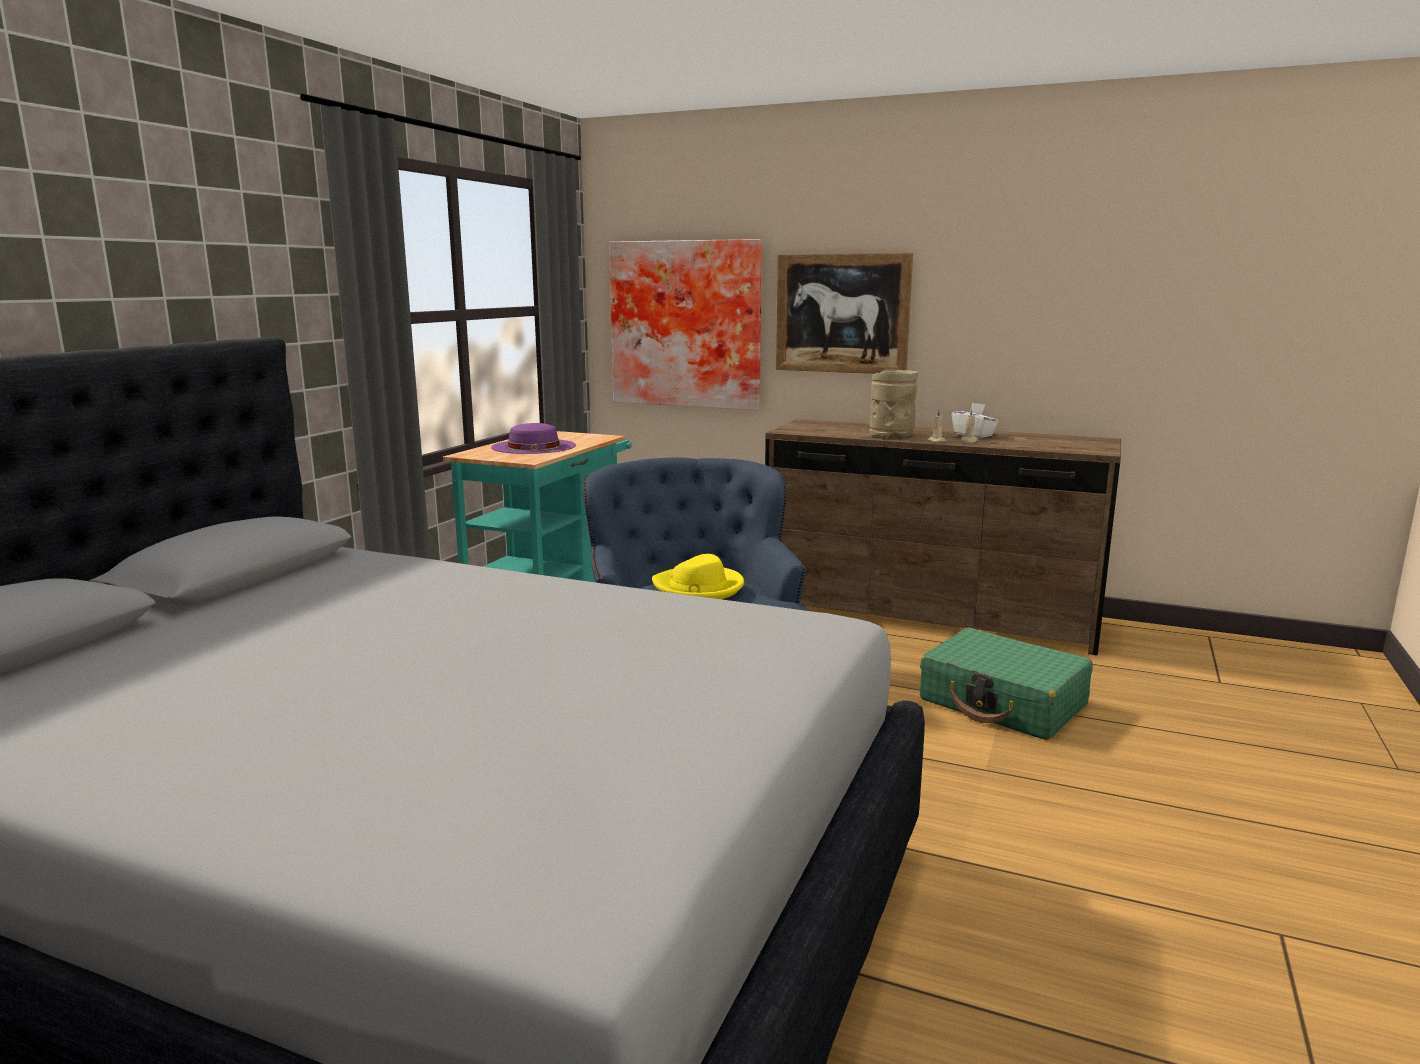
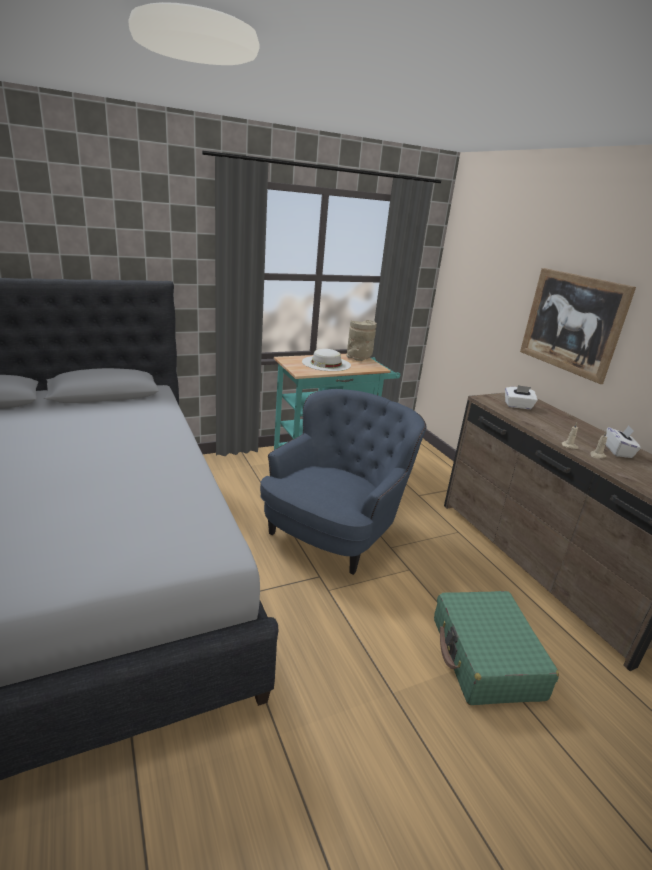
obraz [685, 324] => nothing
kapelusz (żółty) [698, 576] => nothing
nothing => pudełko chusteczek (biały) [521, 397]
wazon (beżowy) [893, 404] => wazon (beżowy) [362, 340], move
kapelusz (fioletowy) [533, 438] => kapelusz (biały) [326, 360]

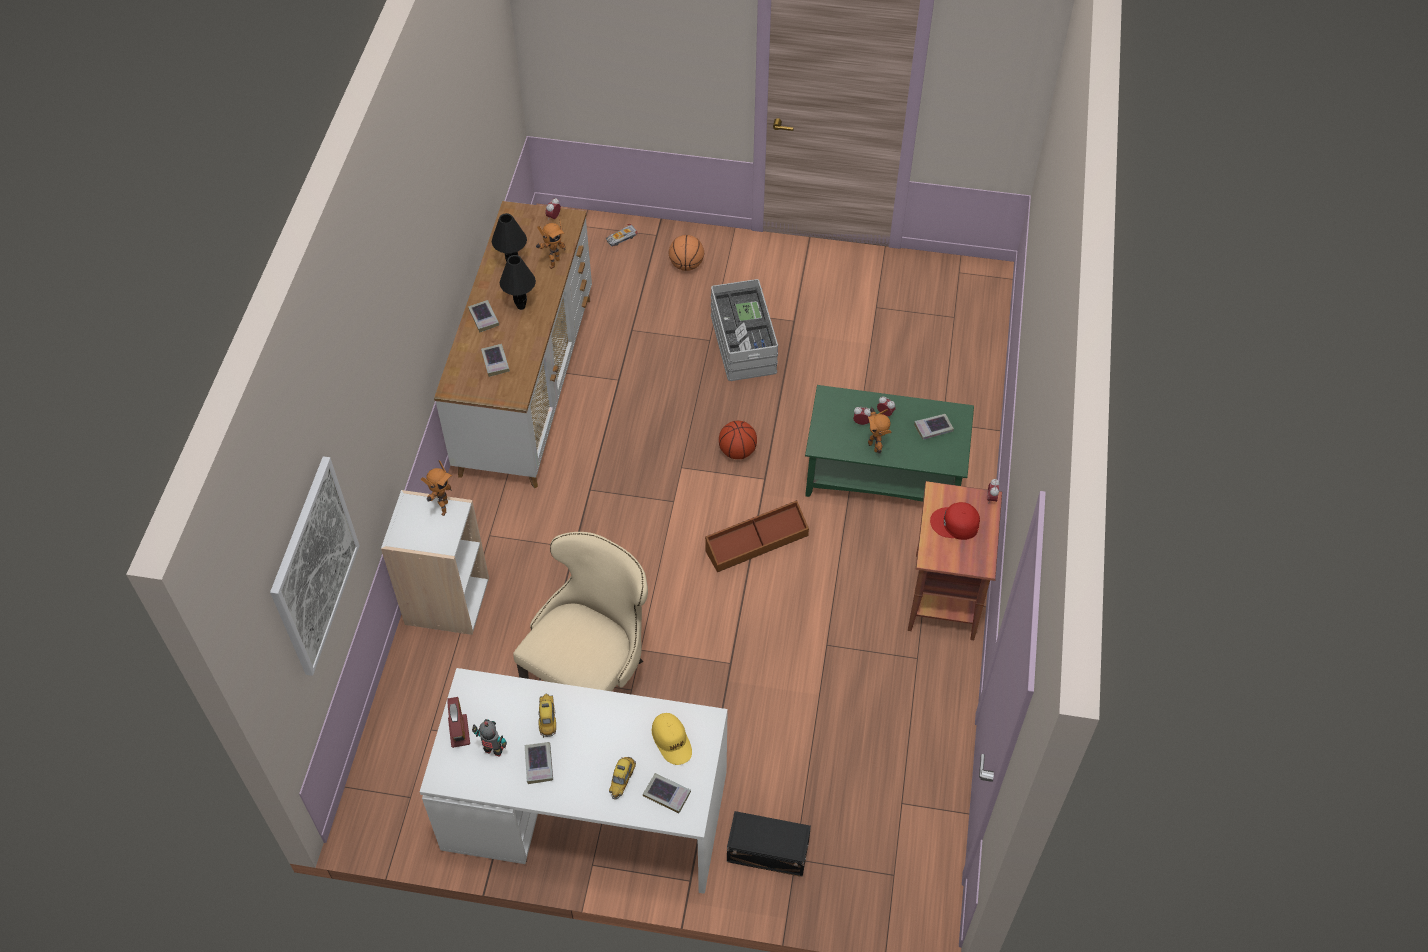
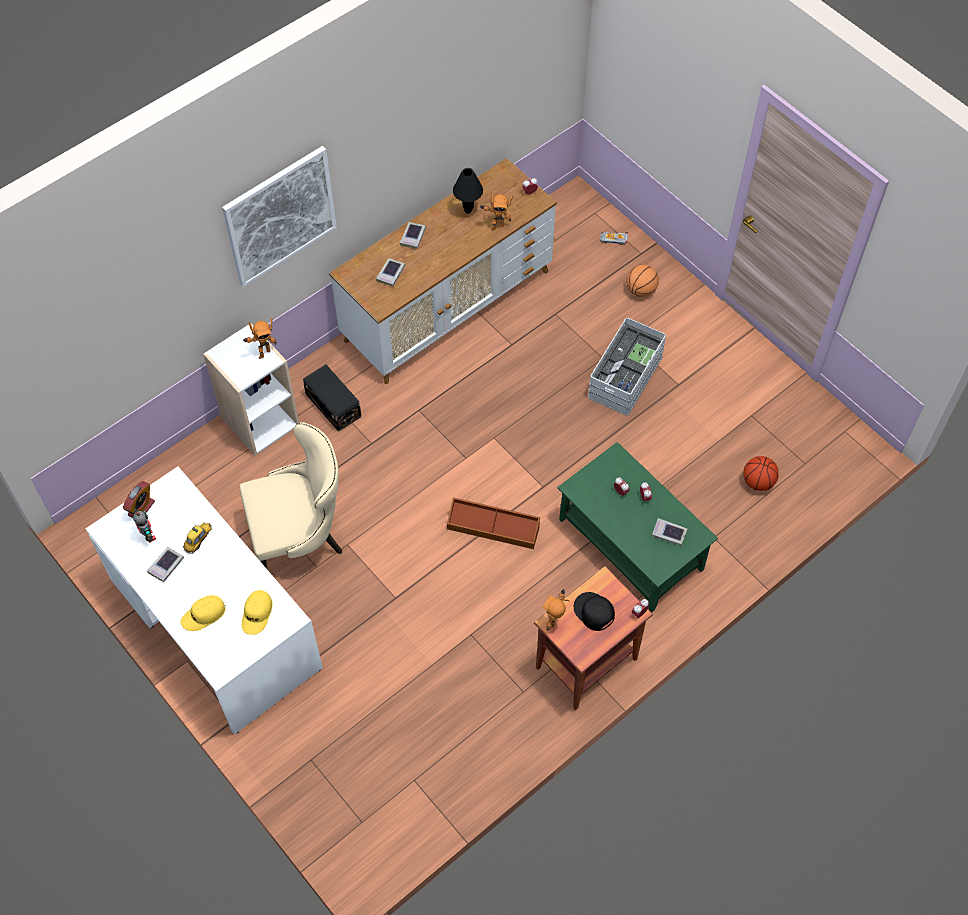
lampa stołowa (czarny) [518, 282] => nothing
książka [667, 793] => nothing
obraz [314, 566] => obraz [279, 216], move
piłka do koszykówki [738, 440] => piłka do koszykówki [761, 473], move
pojemnik do przechowywania (czarny) [769, 844] => pojemnik do przechowywania (czarny) [332, 398], move
robot zabawkowy [879, 430] => robot zabawkowy [556, 609], move
samochodzik [622, 778] => czapka z daszkiem (żółty) [203, 613]
czapka z daszkiem (czerwony) [955, 521] => czapka z daszkiem (czarny) [594, 611]

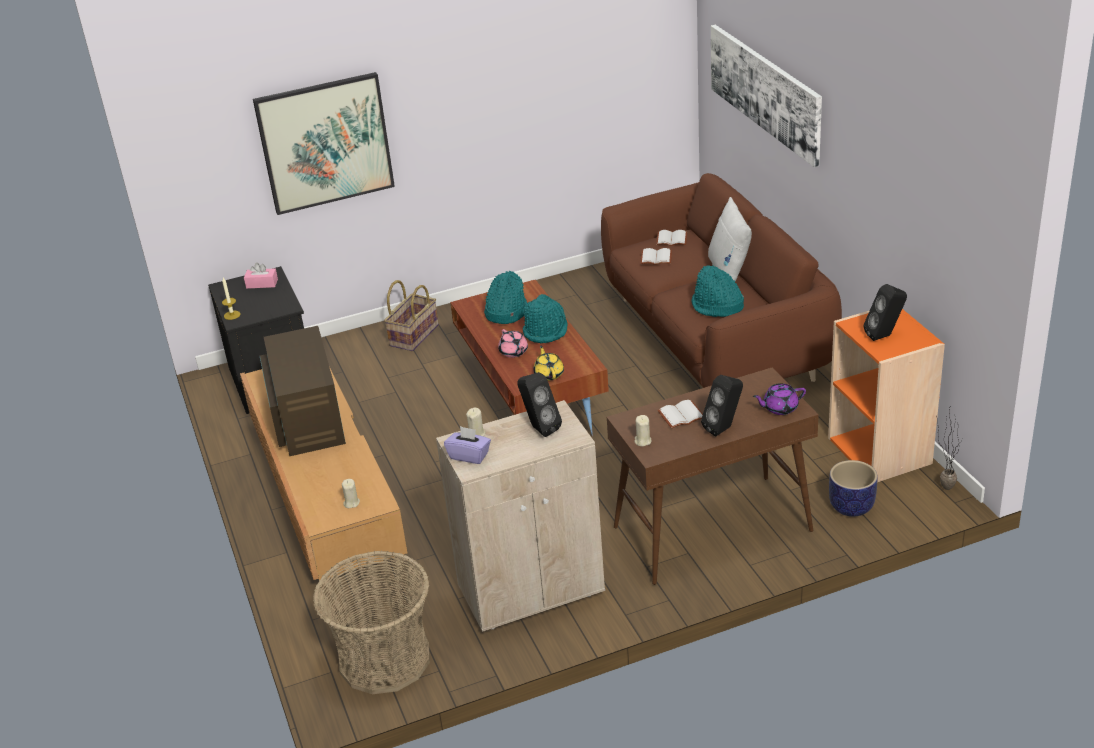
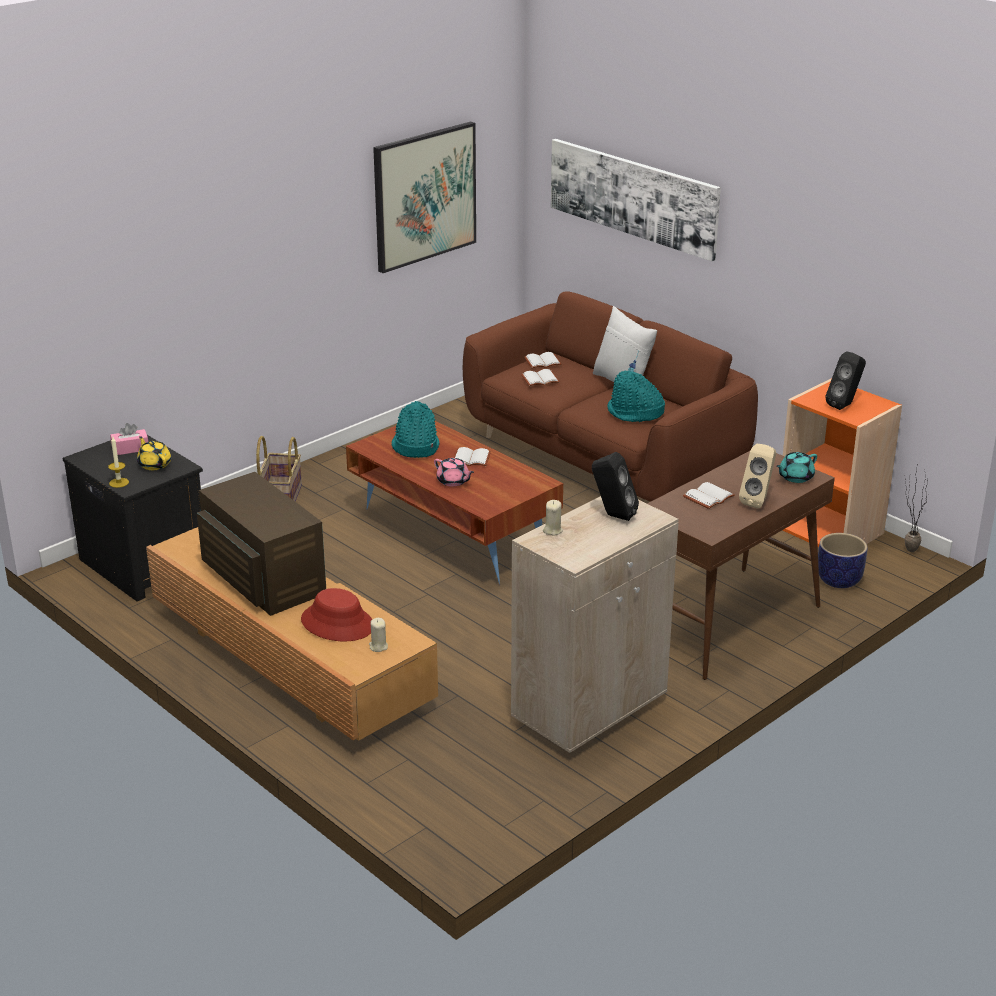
koszyk [371, 622] => nothing
pudełko chusteczek (fioletowy) [467, 445] => nothing
świeca (beżowy) [643, 430] => nothing
nothing => kapelusz (czerwony) [336, 614]
obraz [324, 143] => obraz [424, 197], move
imbryk (żółty) [548, 363] => imbryk (żółty) [154, 453], move
kapelusz (turkusowy) [545, 318] => książka (biały) [472, 456]
głośnik (czarny) [722, 406] => głośnik (beżowy) [757, 476]
imbryk (fioletowy) [779, 399] => imbryk (turkusowy) [796, 467]

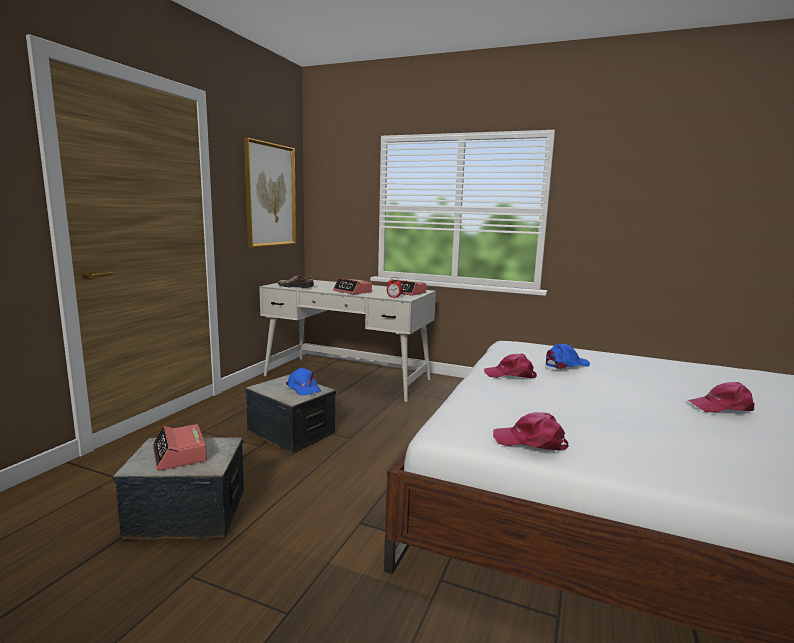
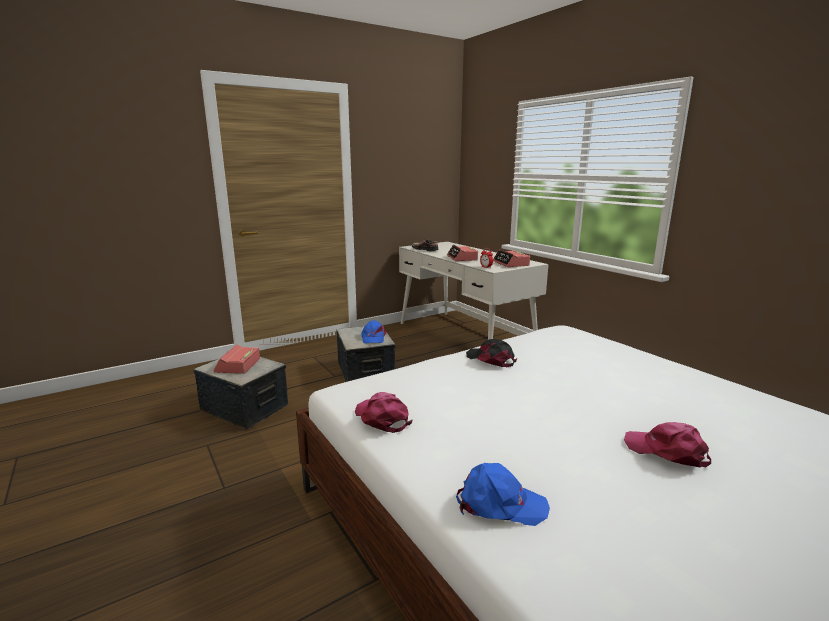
obraz [270, 192] => nothing
czapka z daszkiem (niebieski) [568, 356] => czapka z daszkiem (niebieski) [503, 494], move
czapka z daszkiem (różowy) [510, 365] => czapka z daszkiem (czarny) [491, 353]

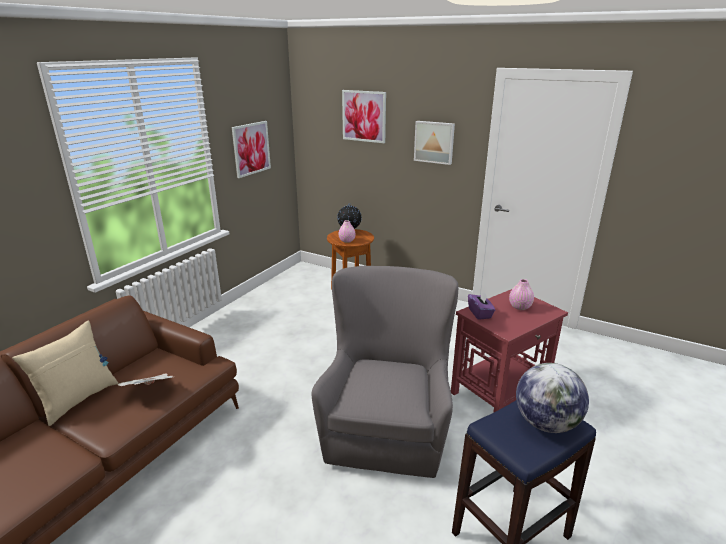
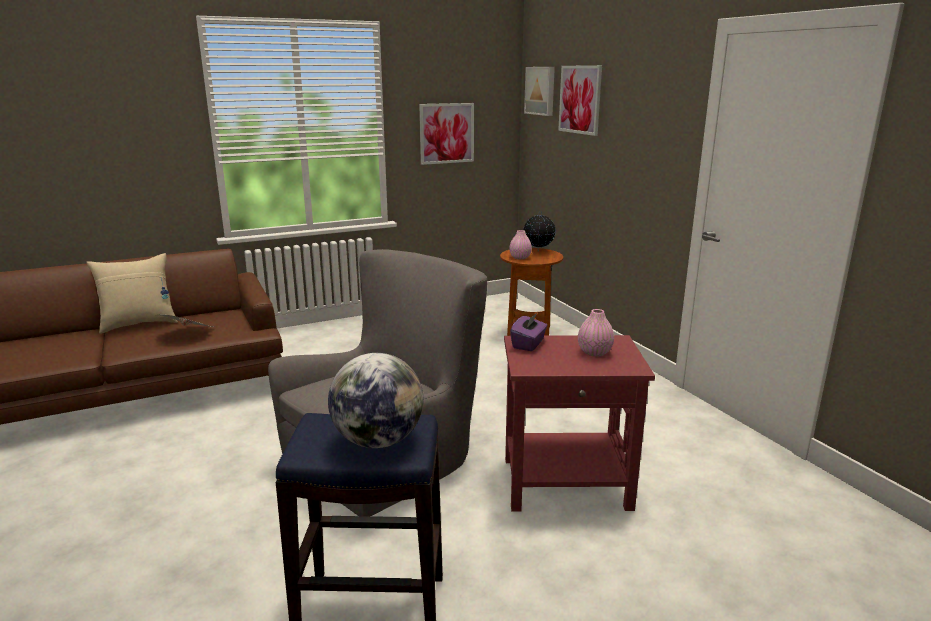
obraz [434, 143] => obraz [539, 91], move

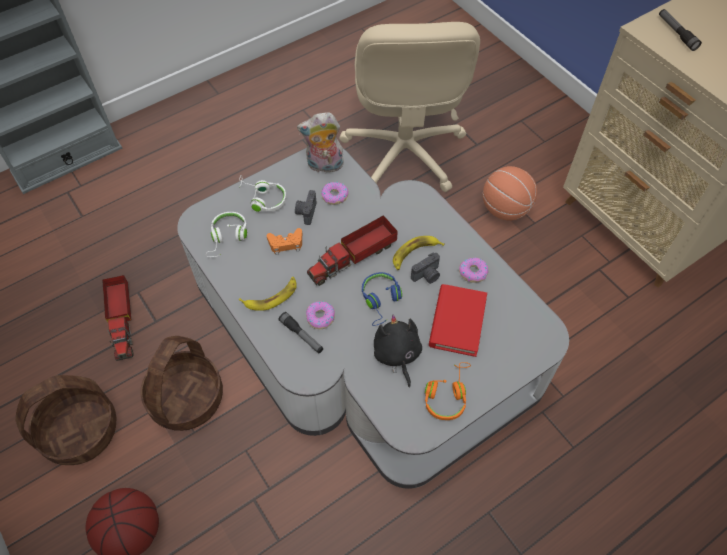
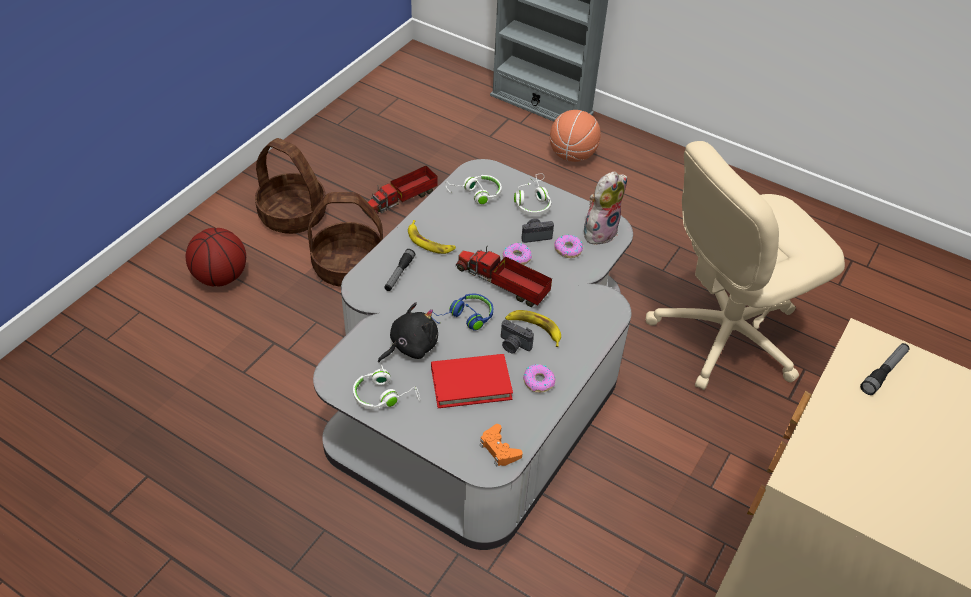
pad do gier (pomarańczowy) [284, 241] => pad do gier (pomarańczowy) [501, 445], move
donut [320, 315] => donut [517, 254], move
piłka do koszykówki [510, 193] => piłka do koszykówki [575, 136], move
słuchawki (pomarańczowy) [448, 391] => słuchawki (biały) [386, 387]
pluszak [320, 142] => pluszak [605, 208], 75 degrees clockwise

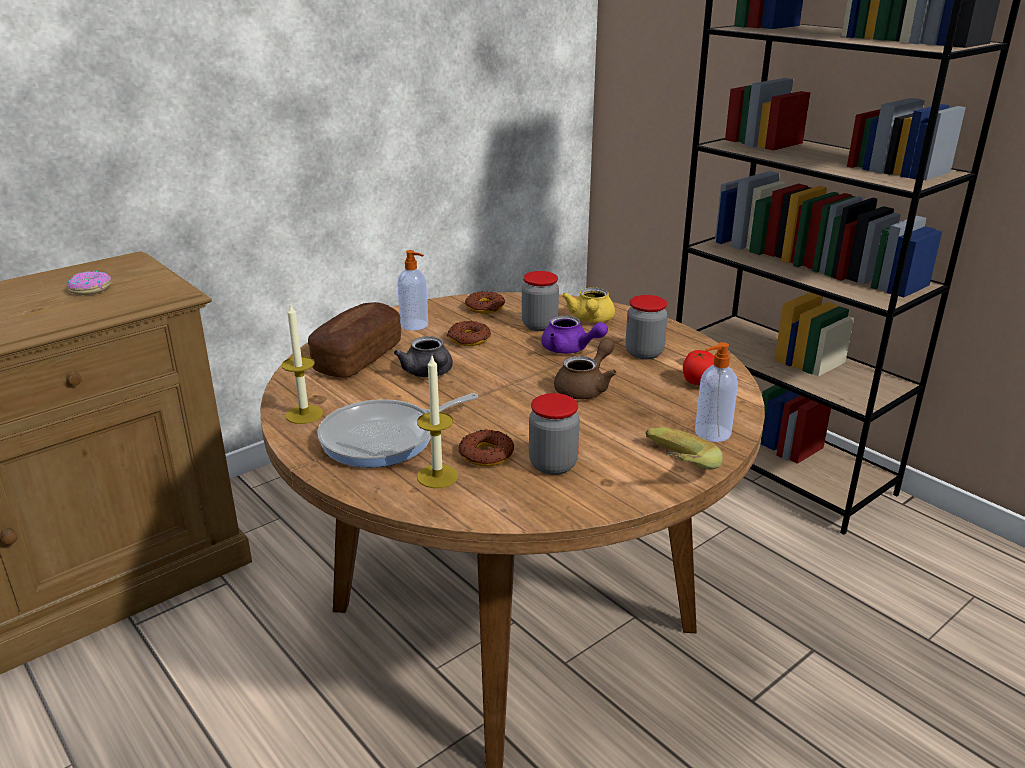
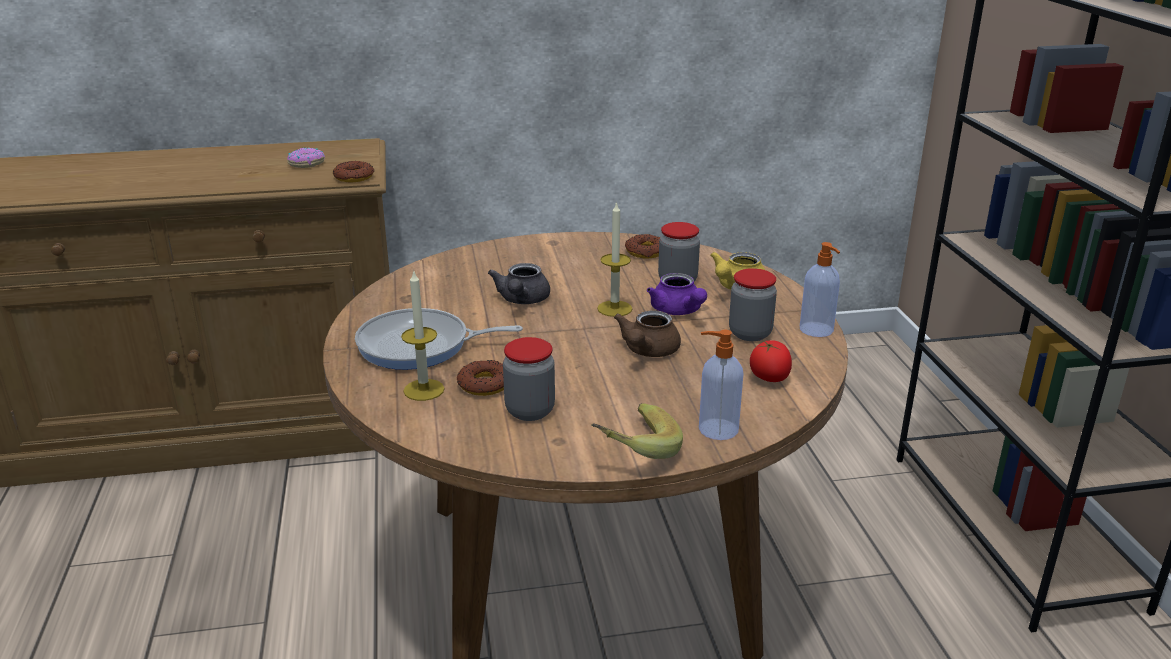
chleb [354, 340] => nothing
świeca [302, 363] => świeca [614, 259], move
dozownik mydła [412, 290] => dozownik mydła [820, 289], move
donut [469, 333] => donut [353, 171], move
imbryk (brązowy) [585, 369] => imbryk (brązowy) [647, 333], 135 degrees clockwise

